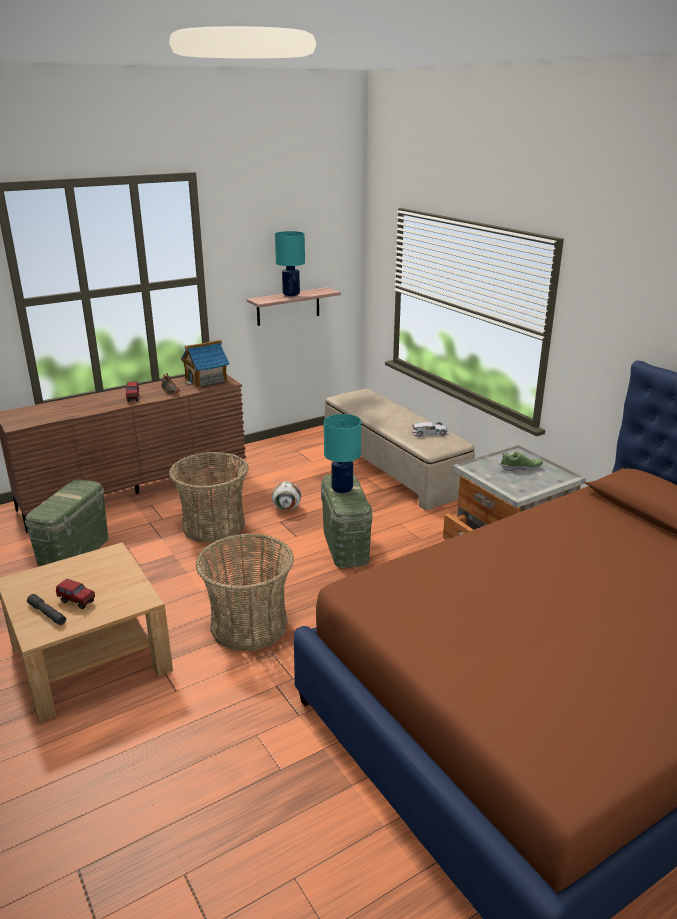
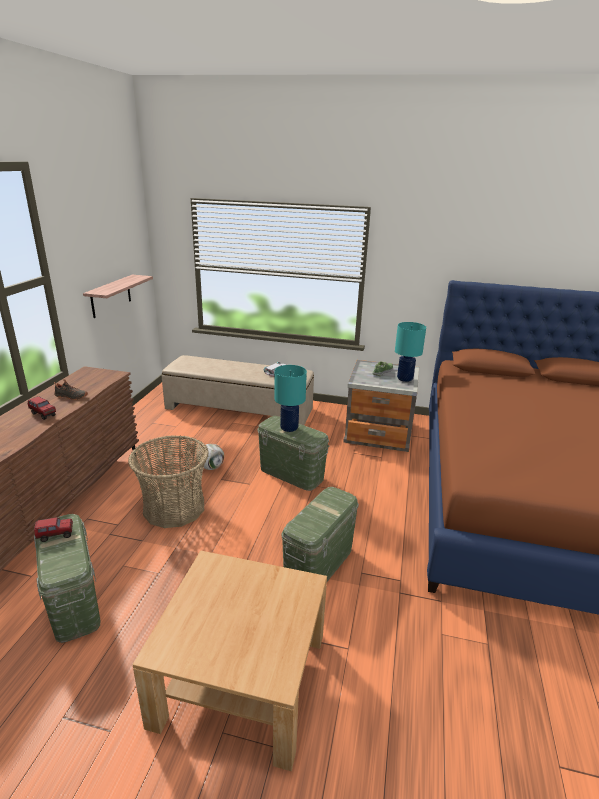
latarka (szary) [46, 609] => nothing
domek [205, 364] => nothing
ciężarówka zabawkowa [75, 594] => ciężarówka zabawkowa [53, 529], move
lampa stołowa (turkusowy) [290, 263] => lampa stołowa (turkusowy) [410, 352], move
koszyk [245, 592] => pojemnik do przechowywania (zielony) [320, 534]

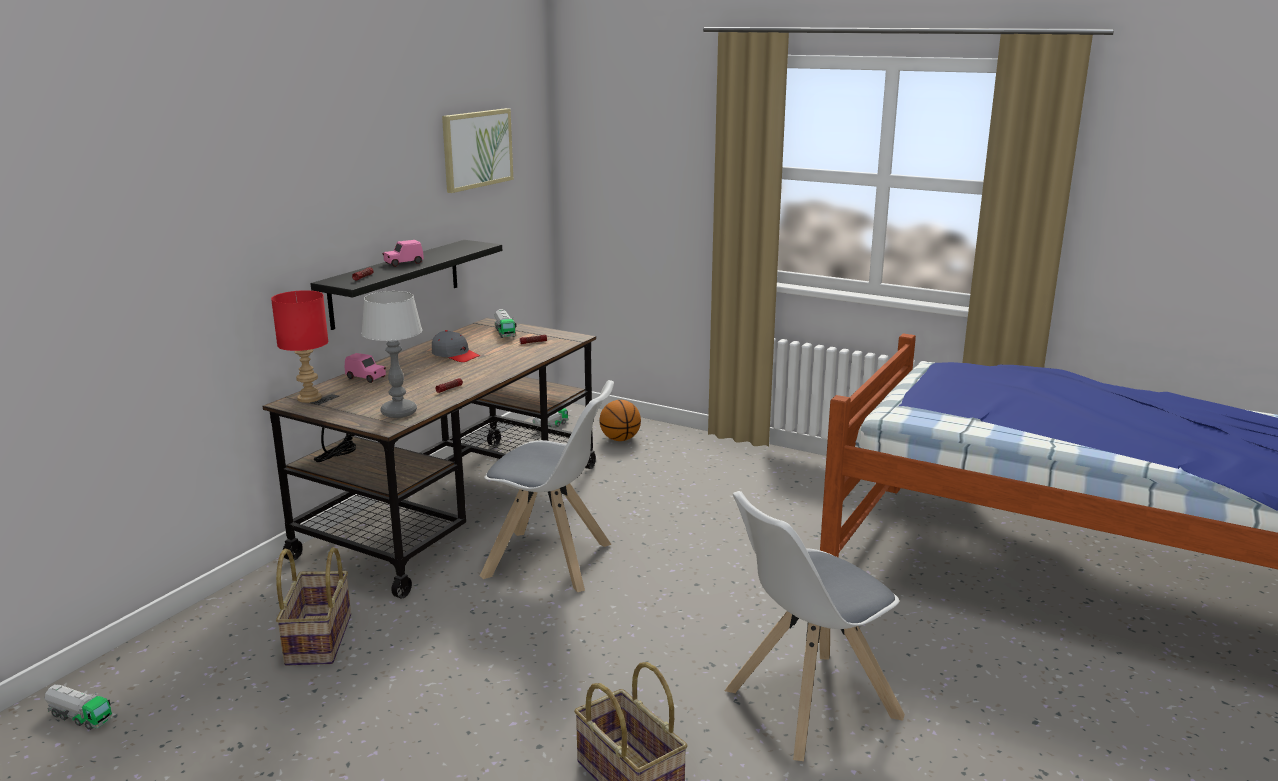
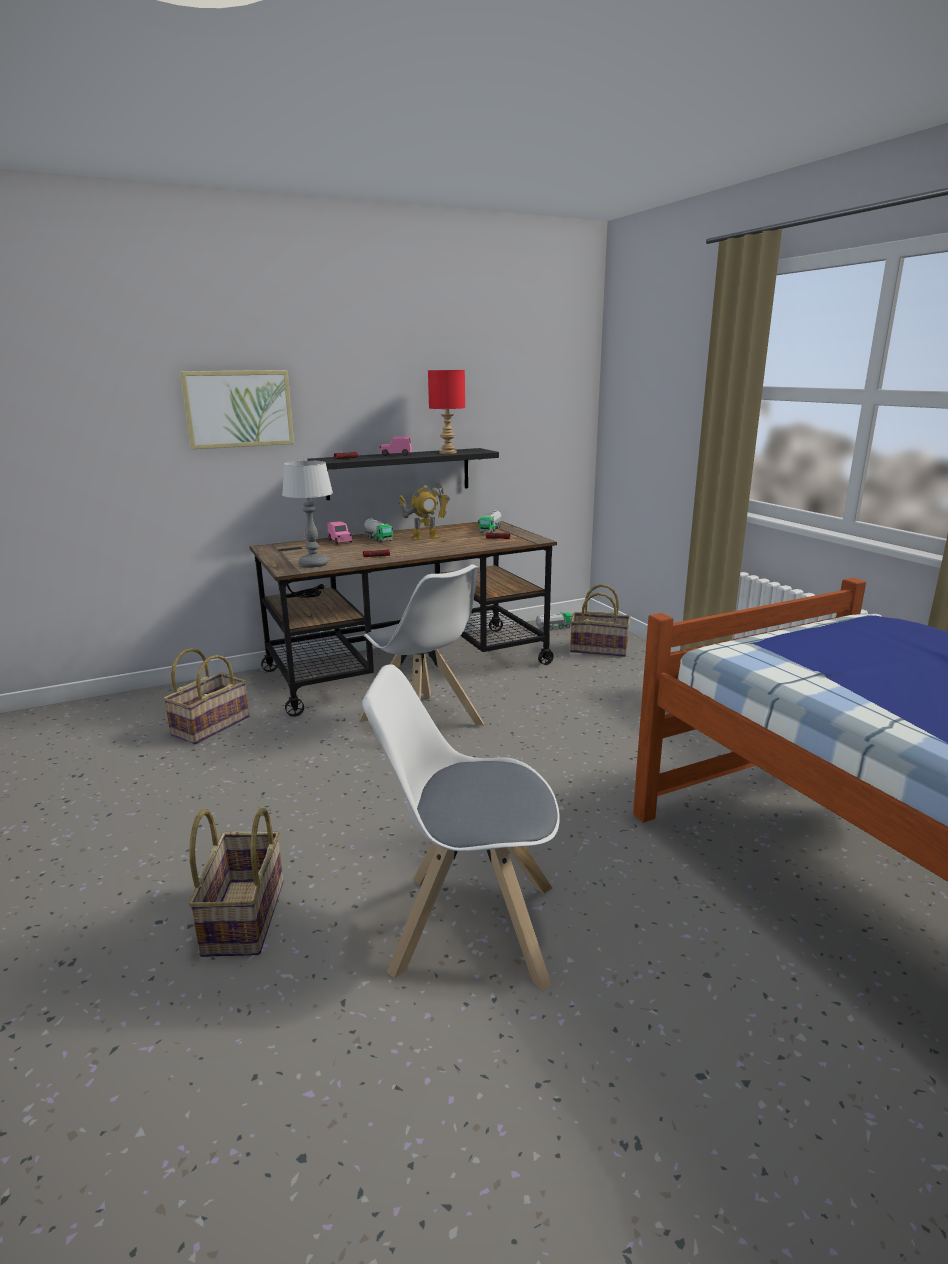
ciężarówka zabawkowa [79, 707] => ciężarówka zabawkowa [378, 530], move
lampa stołowa (czerwony) [300, 346] => lampa stołowa (czerwony) [446, 412], move
obraz [477, 150] => obraz [237, 409], move
czapka z daszkiem (szary) [456, 346] => robot zabawkowy [424, 510]
piłka do koszykówki [620, 420] => koszyk [600, 620]

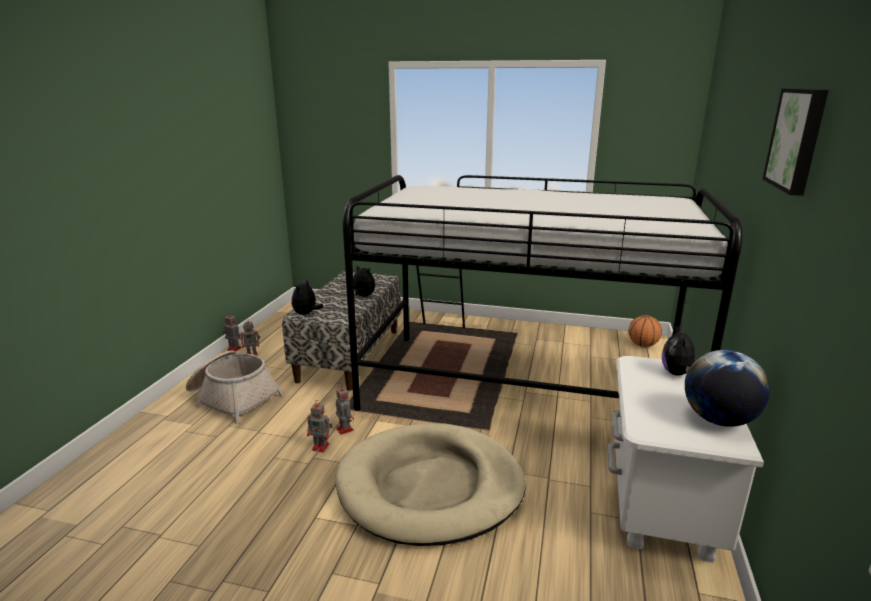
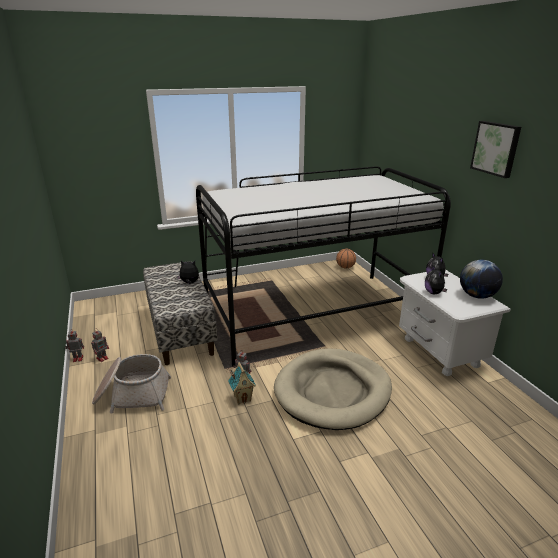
pluszak [307, 297] => pluszak [436, 279], move
robot zabawkowy [319, 426] => domek [242, 383]

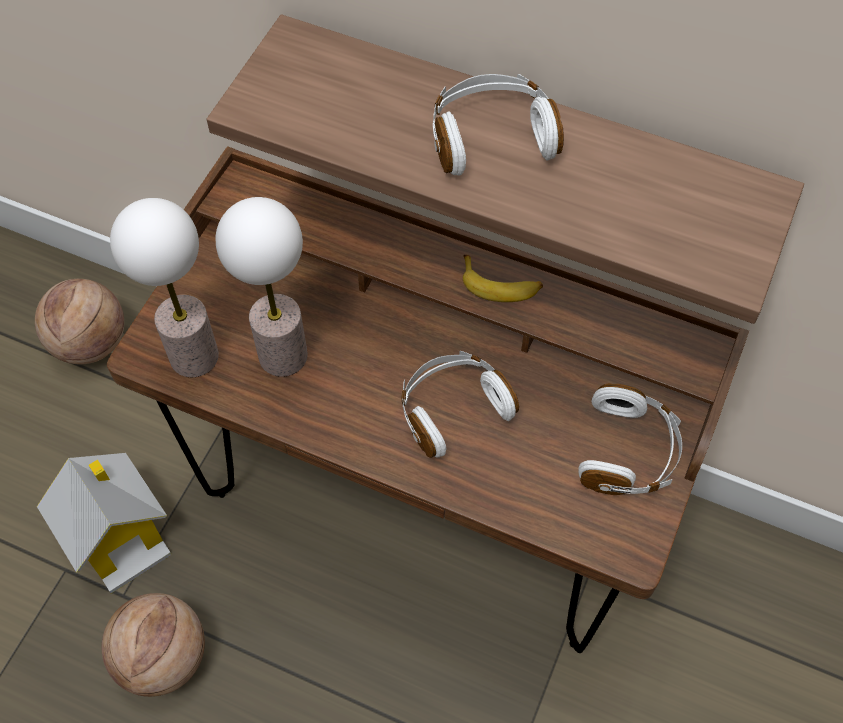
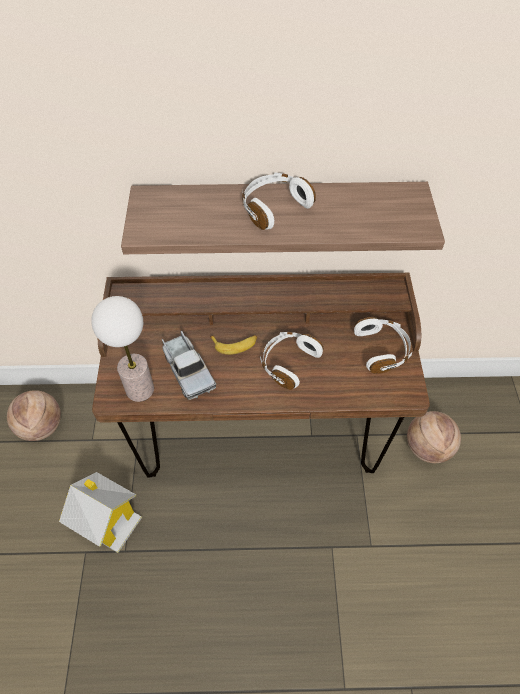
piłka do koszykówki [153, 645] => piłka do koszykówki [434, 437], move
banan [503, 278] => banan [233, 345], move
lampa stołowa [261, 287] => ciężarówka zabawkowa [188, 365]

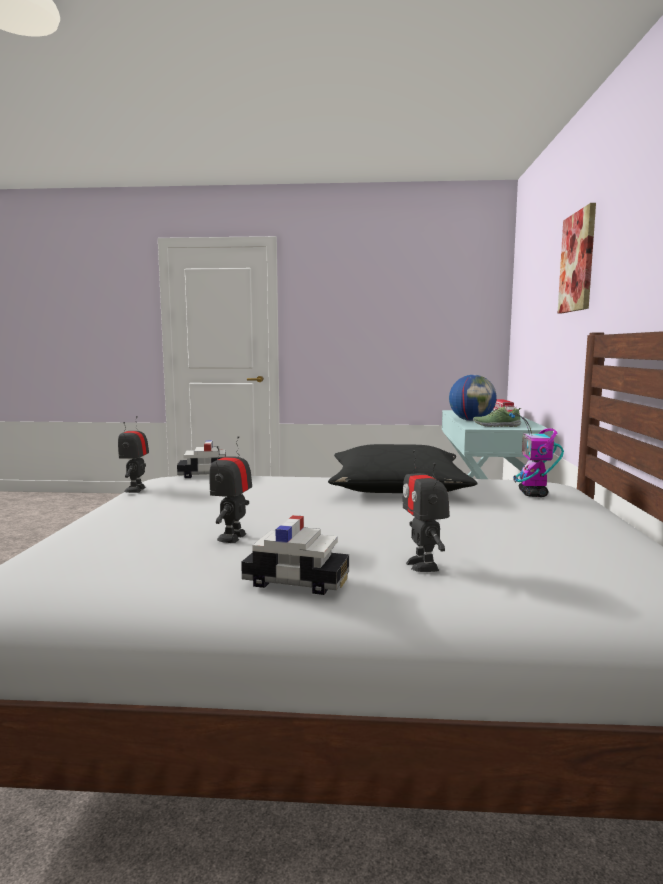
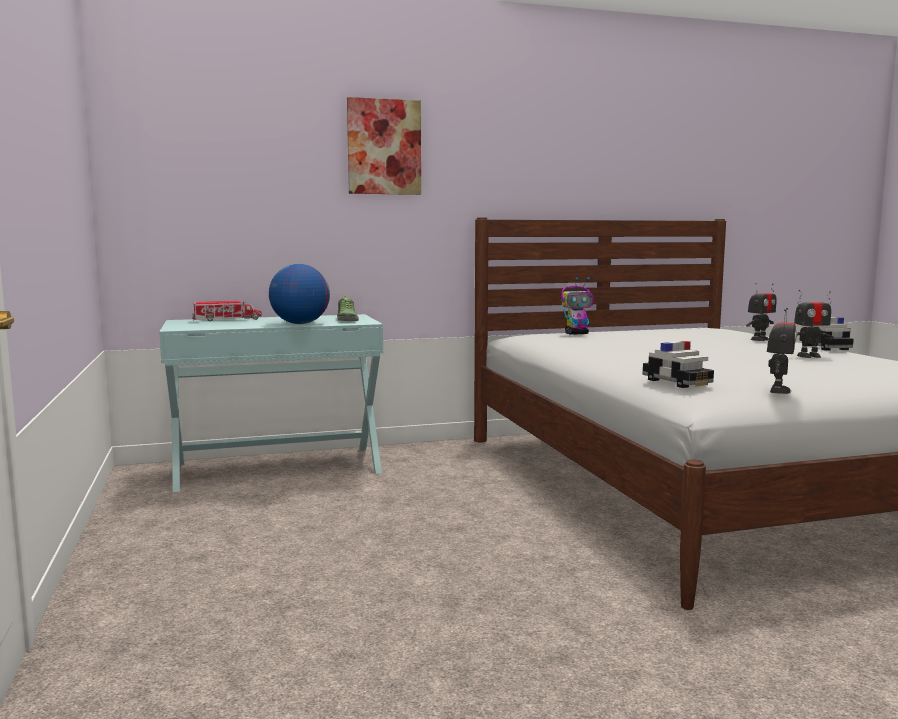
poduszka (czarny) [402, 468] => nothing
robot zabawkowy [133, 454] => robot zabawkowy [782, 351], 45 degrees counterclockwise

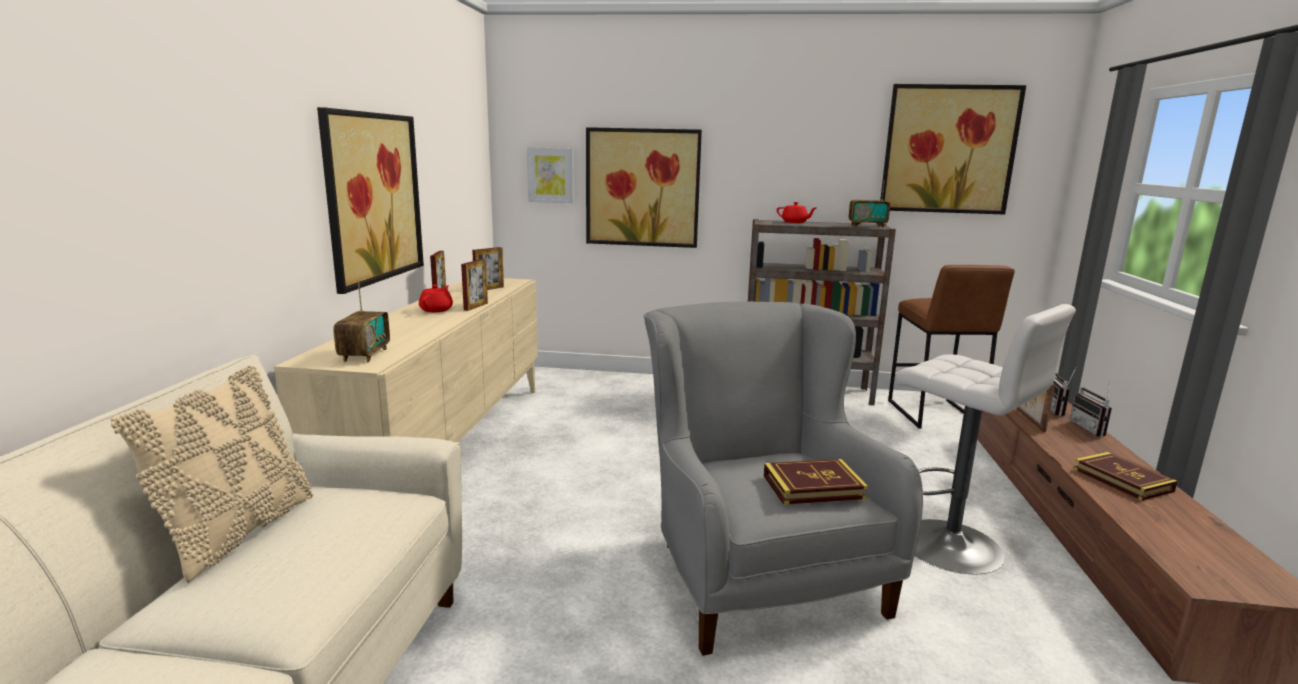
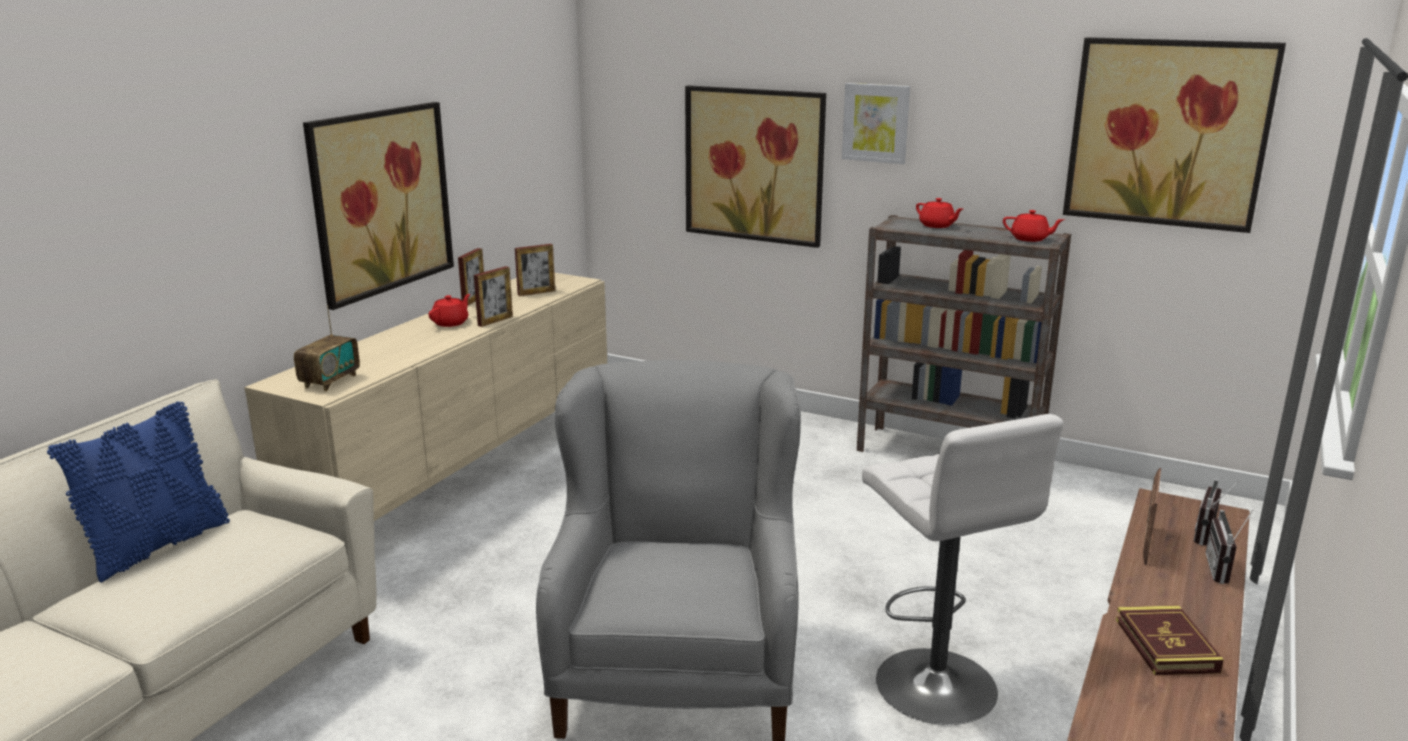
książka [816, 482] => nothing
stołek (brązowy) [951, 346] => nothing
obraz [550, 175] => obraz [876, 123], move
radio [869, 204] => imbryk (czerwony) [1034, 226]
poduszka (beżowy) [211, 474] => poduszka (niebieski) [138, 492]

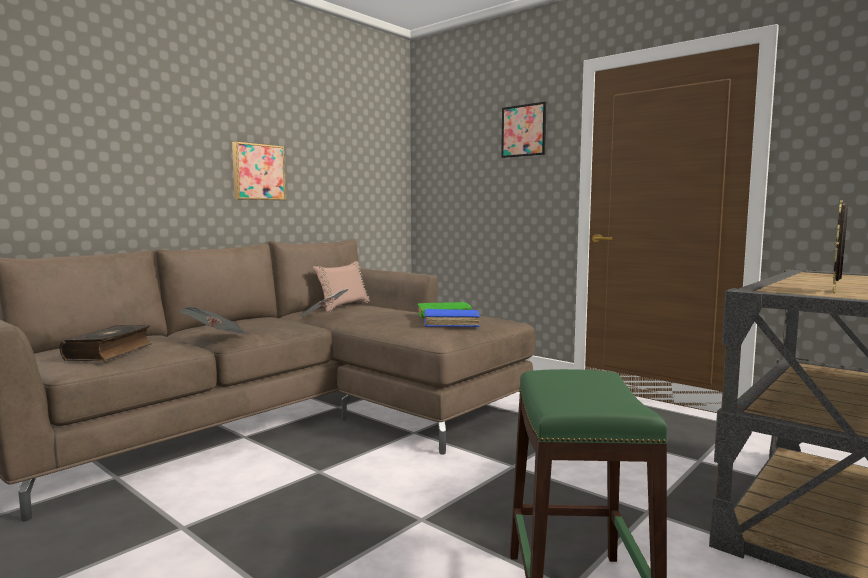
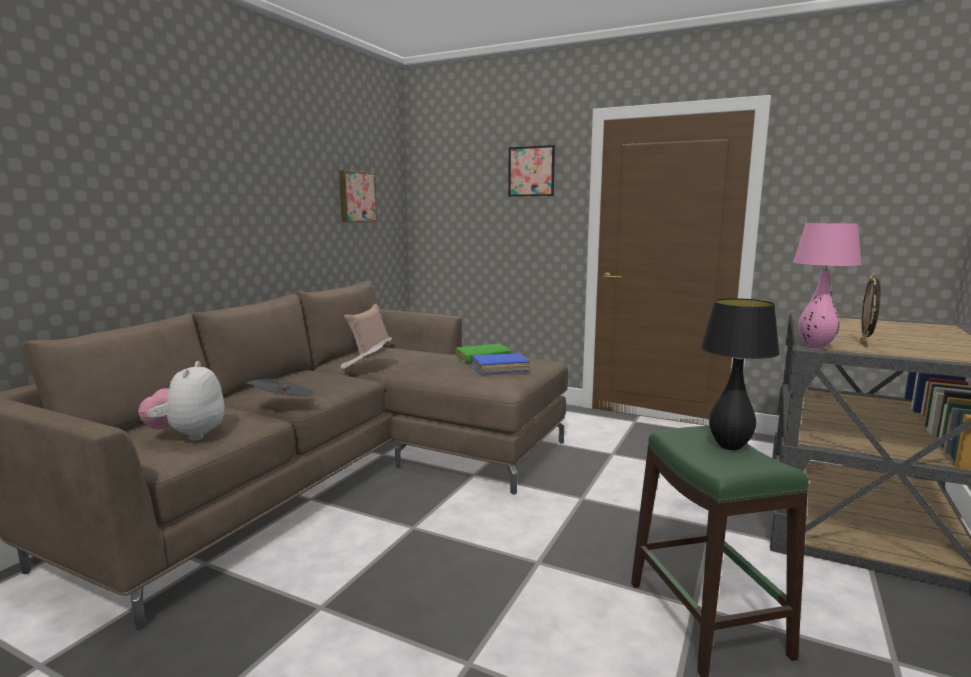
nothing => lampa stołowa (czarny) [740, 374]
nothing => lampa stołowa (różowy) [827, 285]
obraz [259, 171] => obraz [358, 196], move
książka [106, 343] => pluszak [181, 401]

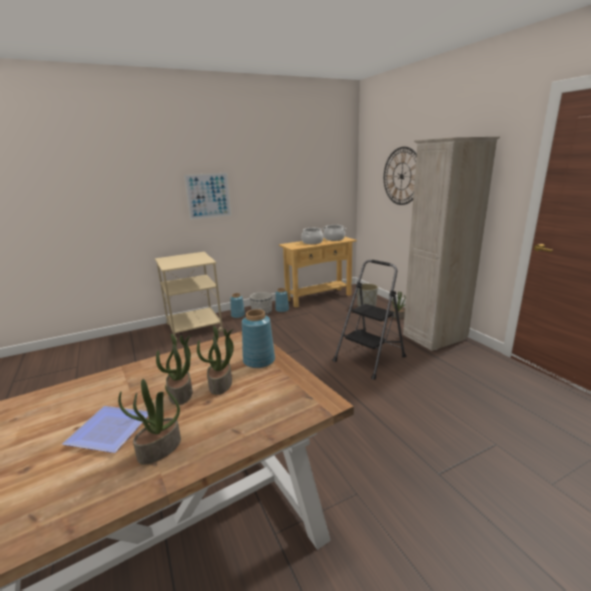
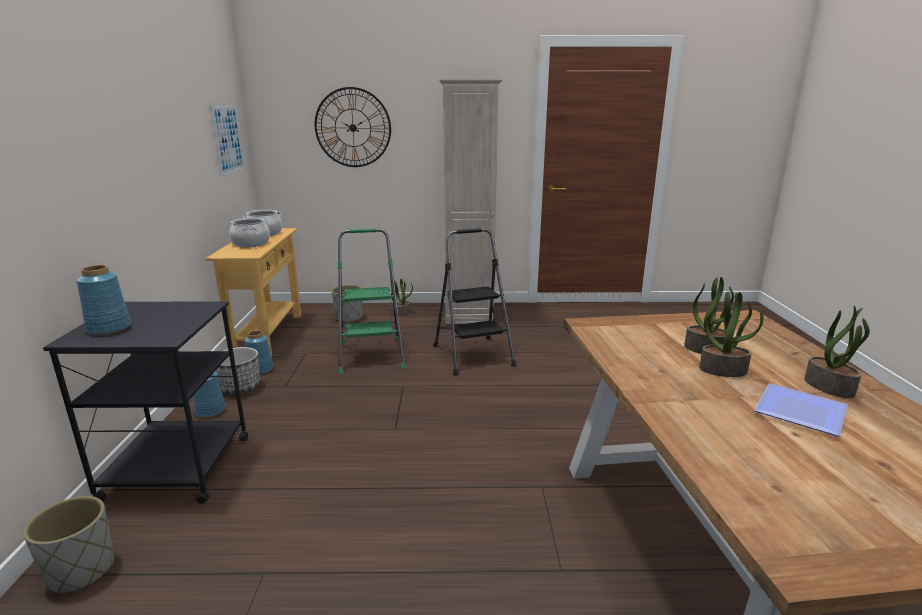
nothing => donica (szary) [68, 545]
nothing => drabinka (zielony) [372, 301]
obraz [208, 196] => obraz [227, 140], move
wazon (niebieski) [258, 338] => wazon (niebieski) [103, 300], move
wózek (beżowy) [189, 296] => wózek (czarny) [145, 402]

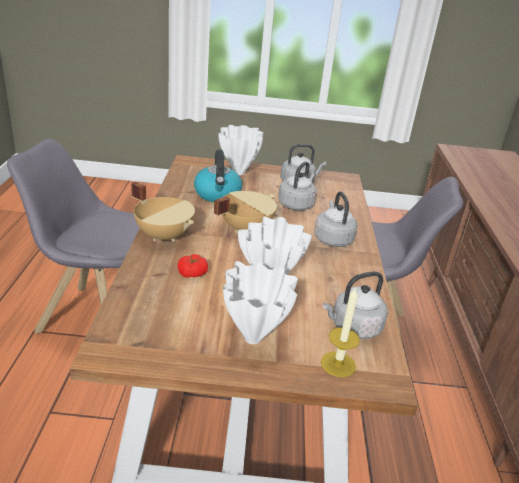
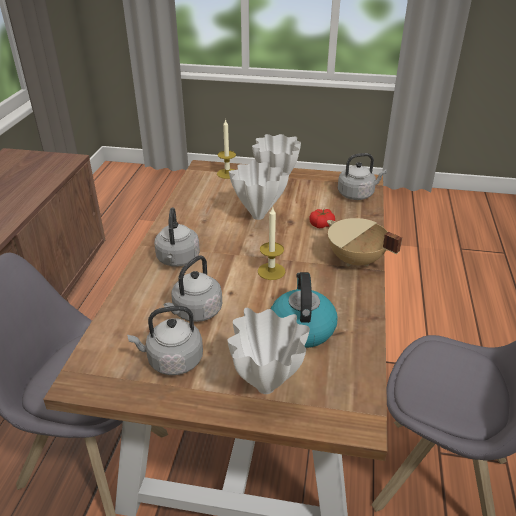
czajnik (szary) [355, 305] => czajnik (szary) [362, 176], move
garnek (beżowy) [245, 212] => świeca [271, 243]

